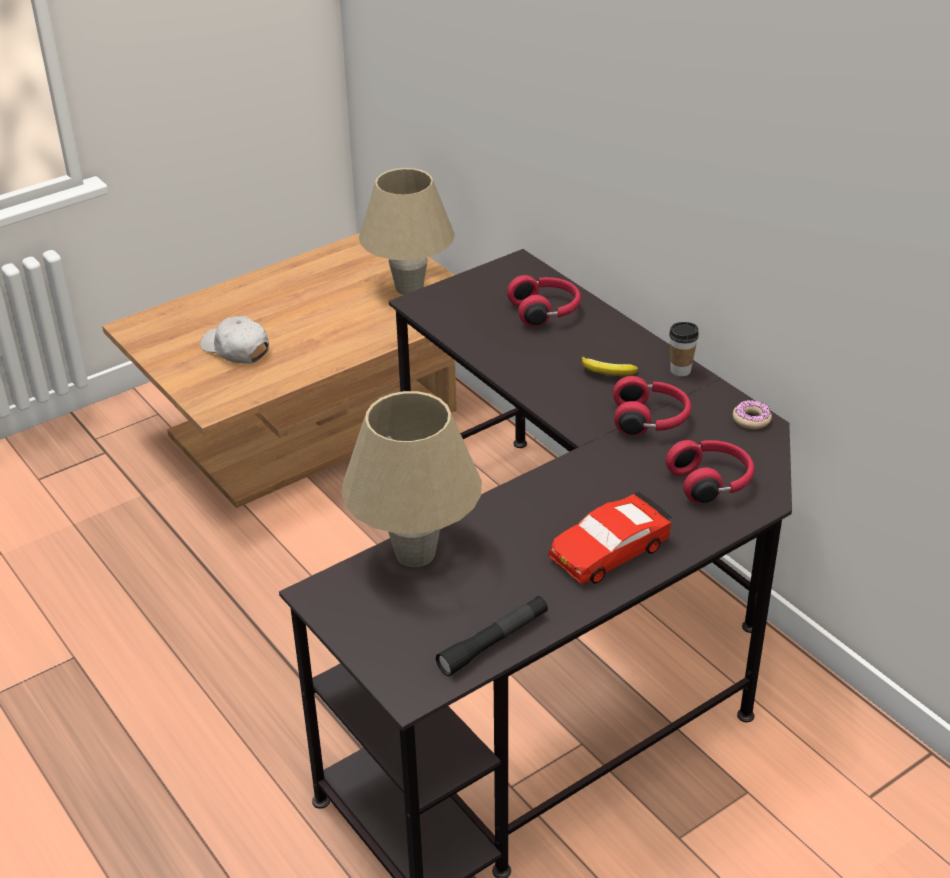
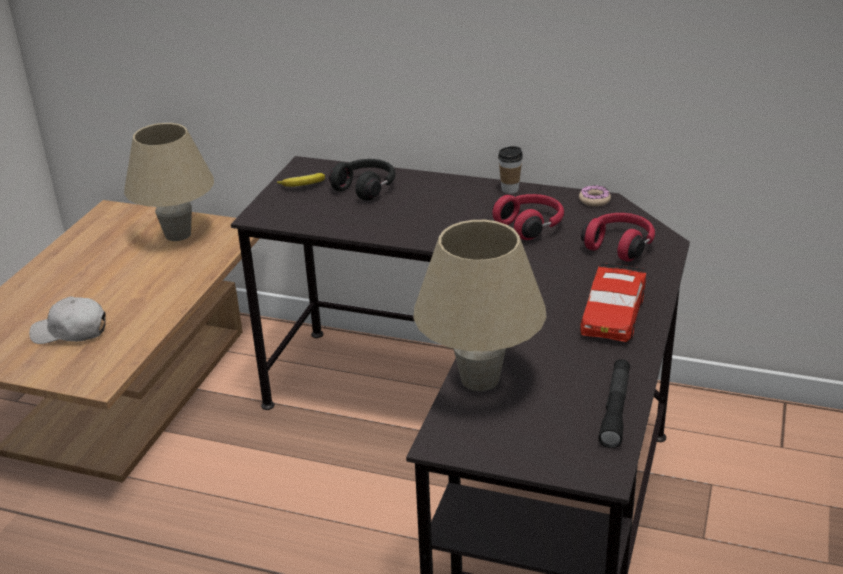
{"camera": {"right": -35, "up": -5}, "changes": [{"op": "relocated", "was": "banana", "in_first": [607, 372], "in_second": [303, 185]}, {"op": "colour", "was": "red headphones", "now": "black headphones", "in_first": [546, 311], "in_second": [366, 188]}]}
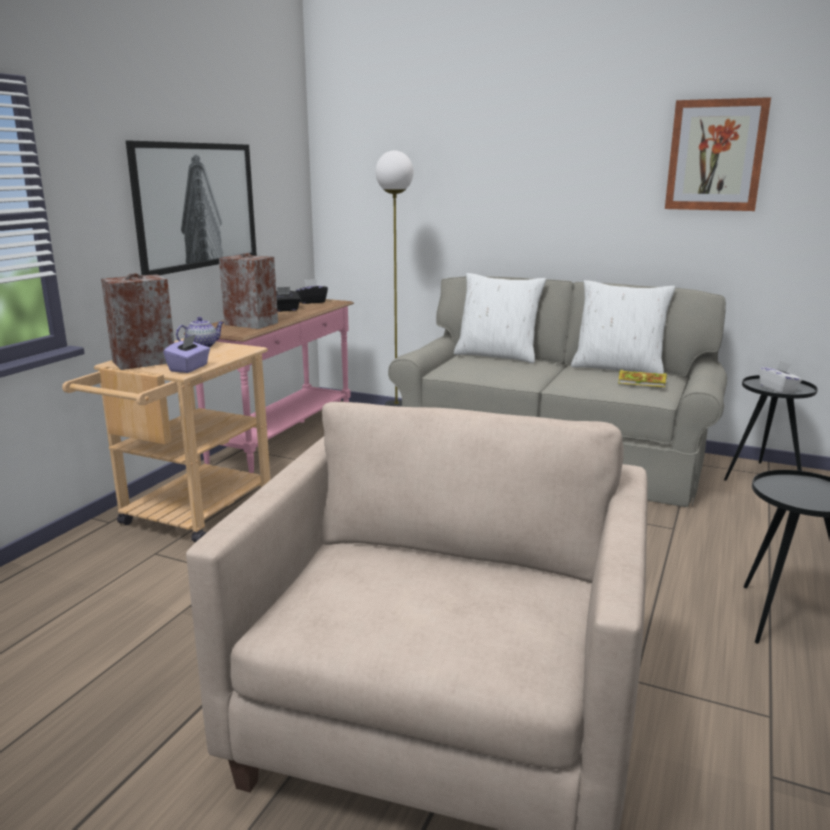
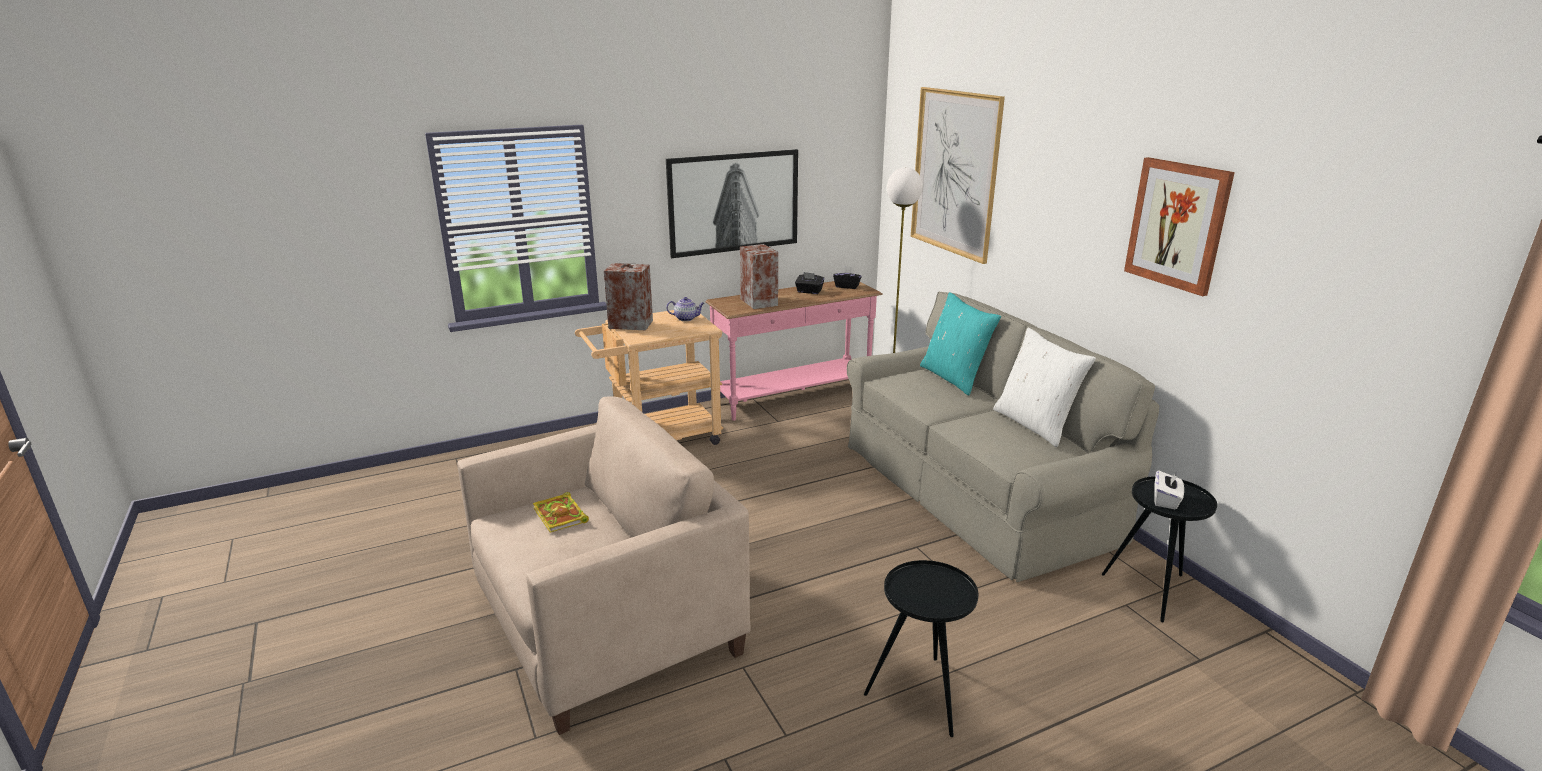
{"camera": {"right": 40, "up": 5}, "changes": [{"op": "relocated", "was": "book", "in_first": [643, 382], "in_second": [561, 516]}, {"op": "appeared", "now": "picture", "in_second": [954, 173]}, {"op": "colour", "was": "white pillow", "now": "turquoise pillow", "in_first": [497, 355], "in_second": [954, 378]}, {"op": "missing", "was": "purple tissue box", "in_first": [189, 368]}]}
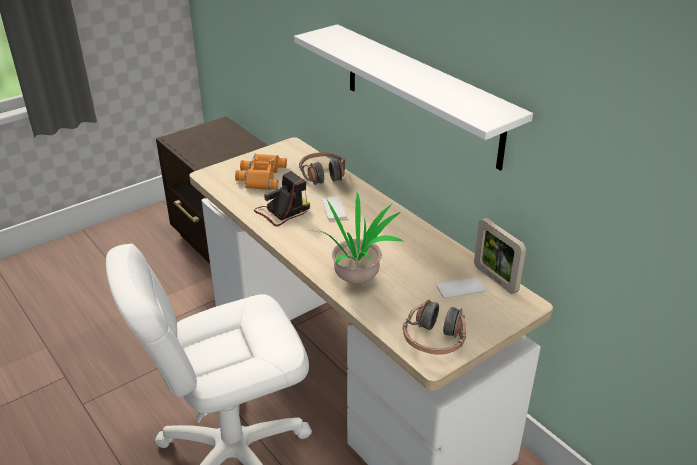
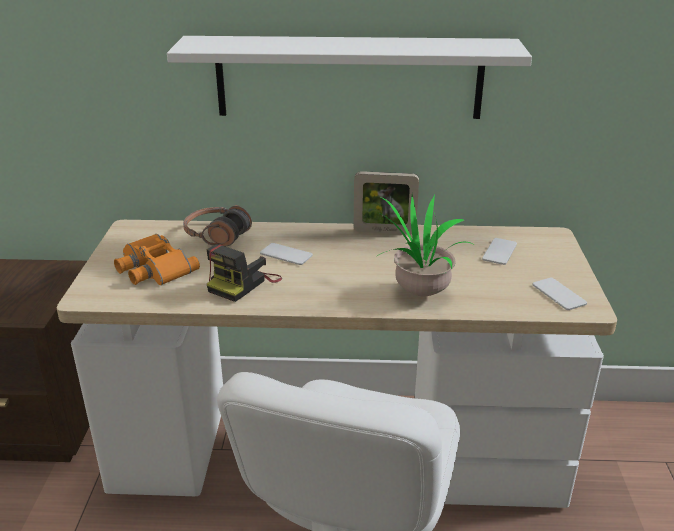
{"camera": {"right": -50, "up": -5}, "changes": [{"op": "spun", "was": "photo camera", "in_first": [282, 212], "in_second": [243, 283], "clockwise": -150}, {"op": "relocated", "was": "picture frame", "in_first": [495, 279], "in_second": [384, 231]}, {"op": "exchanged", "was": "headphones", "now": "phone", "in_first": [434, 339], "in_second": [559, 294]}]}
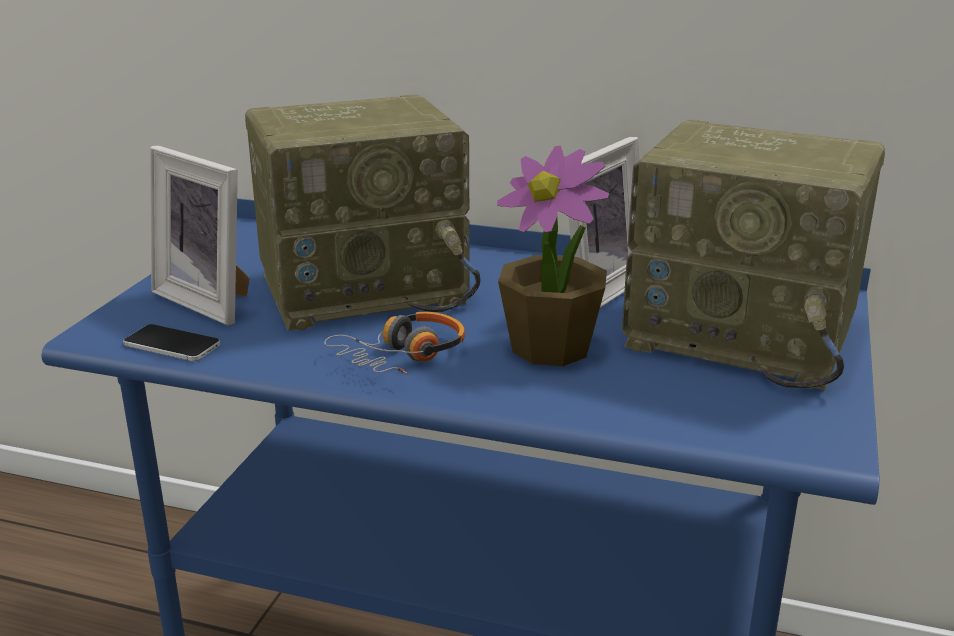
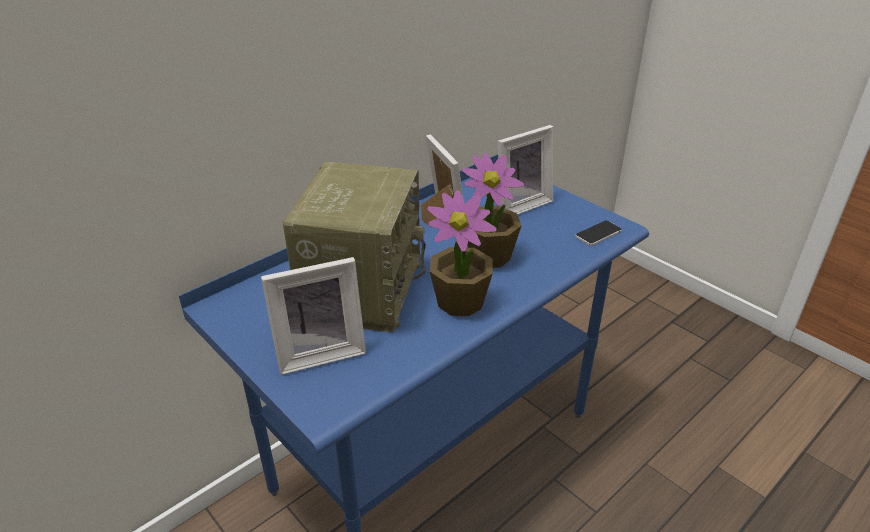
{"camera": {"right": -60, "up": 10}, "changes": [{"op": "exchanged", "was": "headphones", "now": "potted plant", "in_first": [403, 356], "in_second": [460, 302]}, {"op": "exchanged", "was": "radio", "now": "picture frame", "in_first": [745, 335], "in_second": [519, 205]}, {"op": "relocated", "was": "phone", "in_first": [172, 344], "in_second": [598, 234]}]}
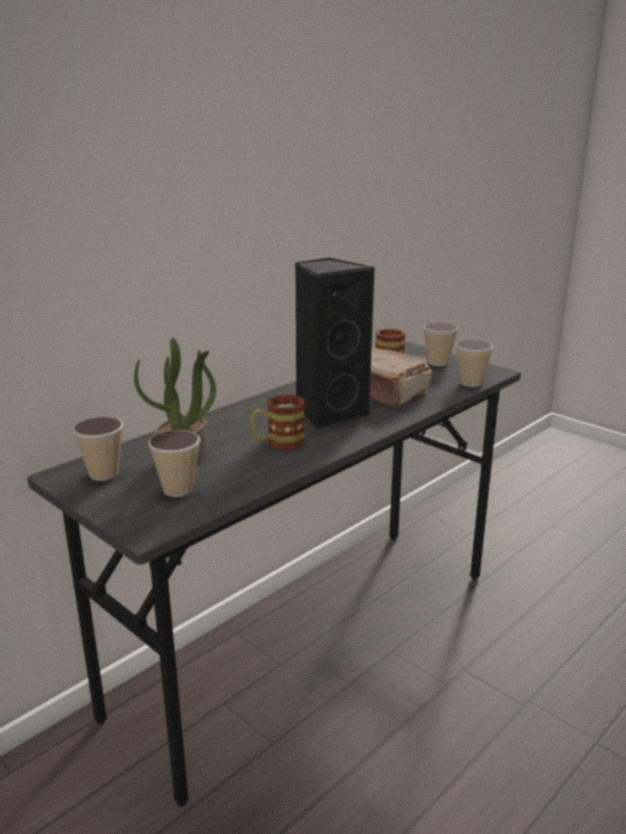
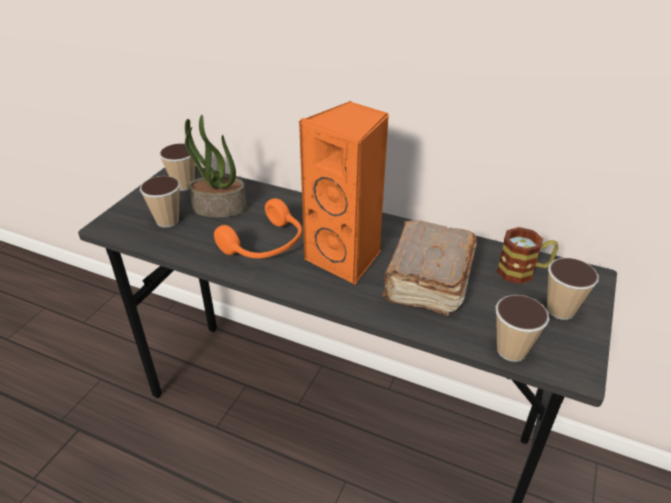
{"camera": {"right": 70, "up": 15}, "changes": [{"op": "exchanged", "was": "mug", "now": "orange headphones", "in_first": [278, 443], "in_second": [265, 245]}, {"op": "colour", "was": "black speaker", "now": "orange speaker", "in_first": [329, 413], "in_second": [346, 258]}]}
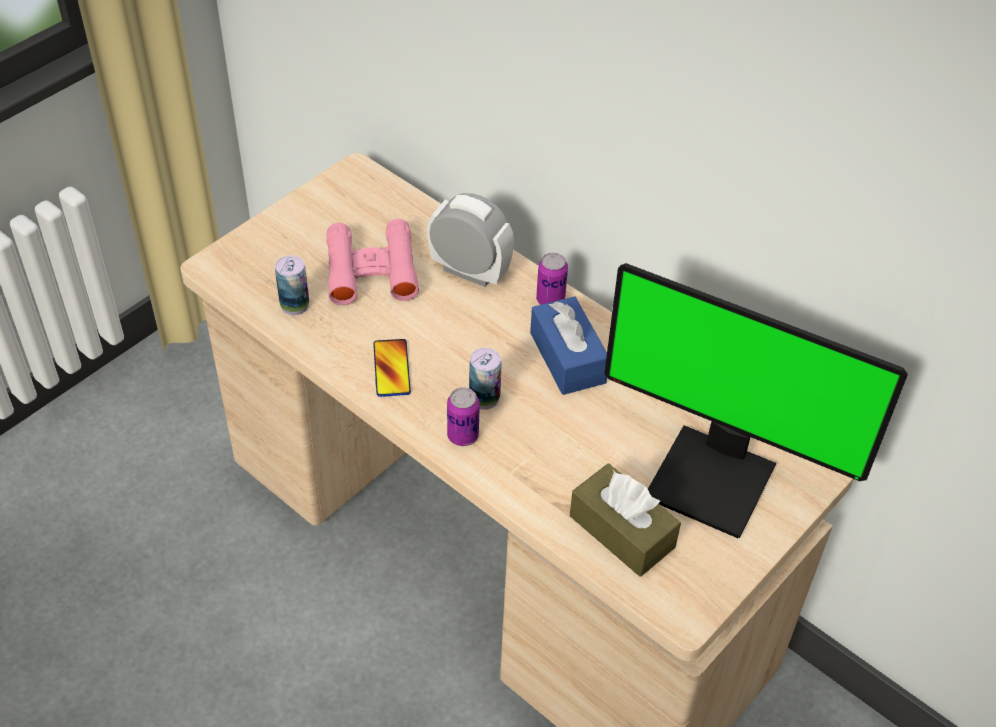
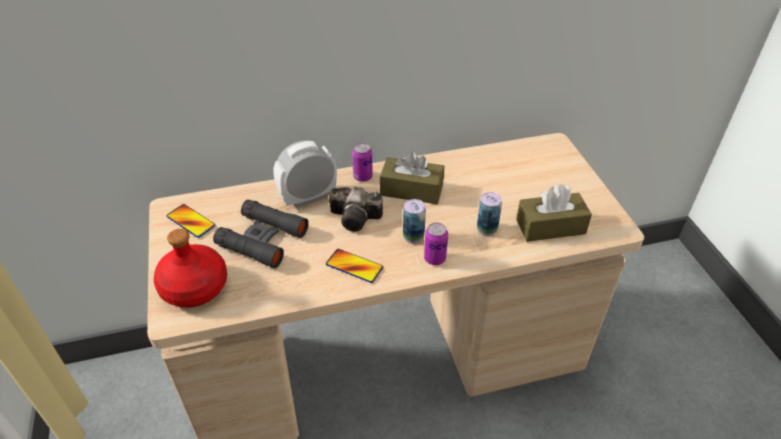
{"camera": {"right": -55, "up": -5}, "changes": [{"op": "appeared", "now": "red bottle", "in_second": [194, 288]}, {"op": "appeared", "now": "phone", "in_second": [191, 221]}, {"op": "colour", "was": "pink binoculars", "now": "black binoculars", "in_first": [371, 270], "in_second": [262, 239]}, {"op": "appeared", "now": "photo camera", "in_second": [357, 218]}, {"op": "colour", "was": "blue tissue box", "now": "brown tissue box", "in_first": [567, 358], "in_second": [411, 190]}, {"op": "relocated", "was": "can", "in_first": [294, 305], "in_second": [487, 229]}, {"op": "missing", "was": "monitor", "in_first": [714, 478]}]}
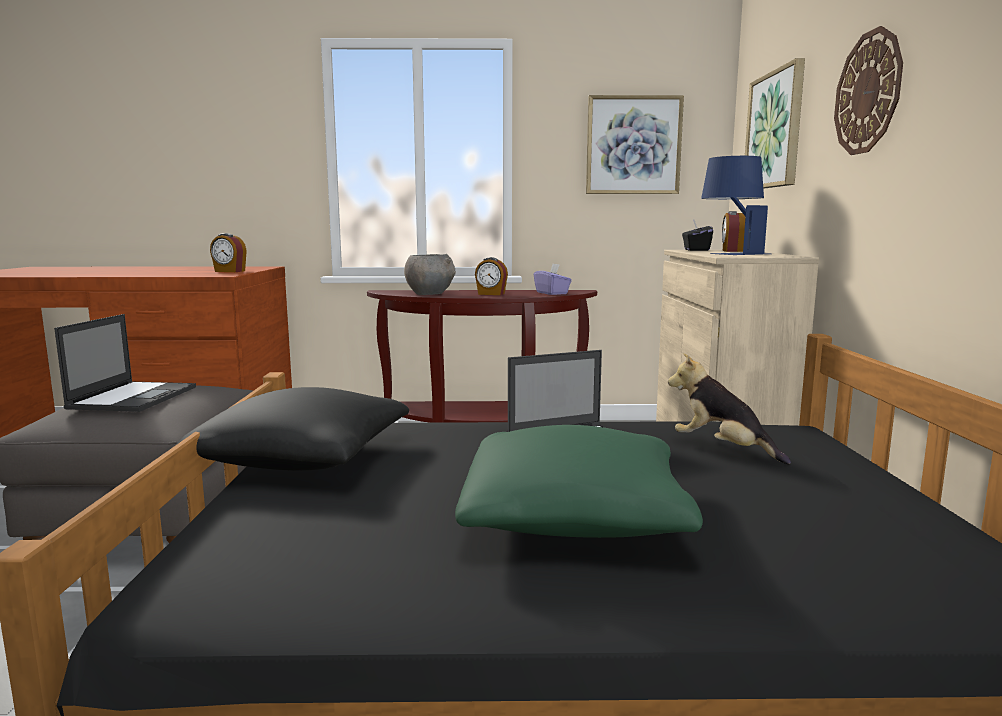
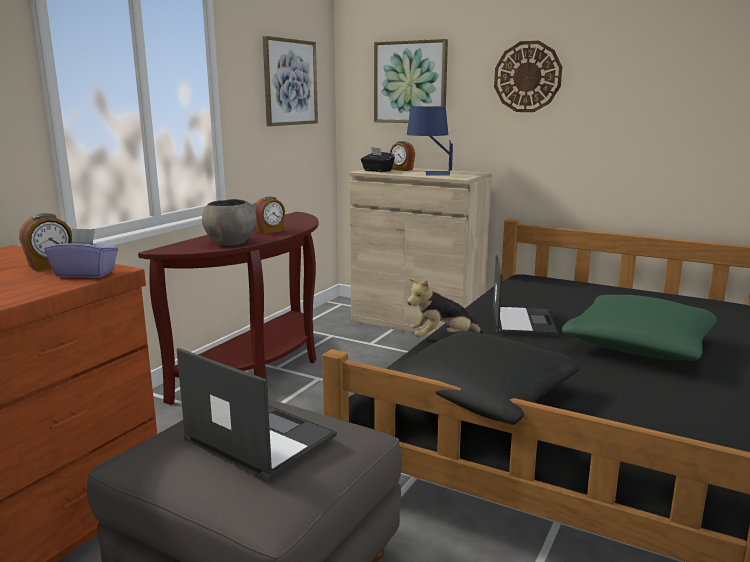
{"camera": {"right": -60, "up": 5}, "changes": [{"op": "relocated", "was": "purple tissue box", "in_first": [552, 293], "in_second": [85, 274]}, {"op": "relocated", "was": "plush toy", "in_first": [722, 449], "in_second": [442, 338]}]}
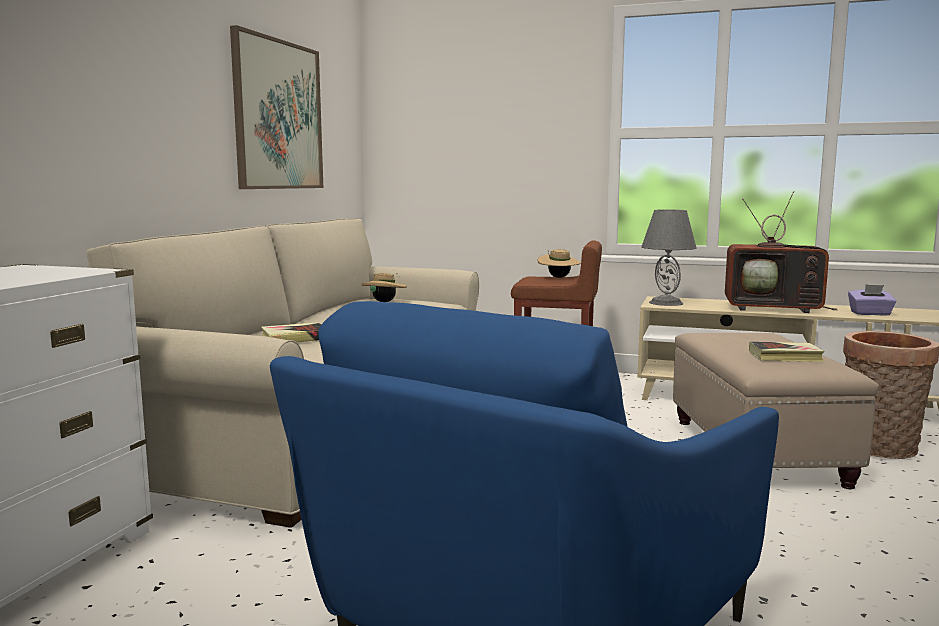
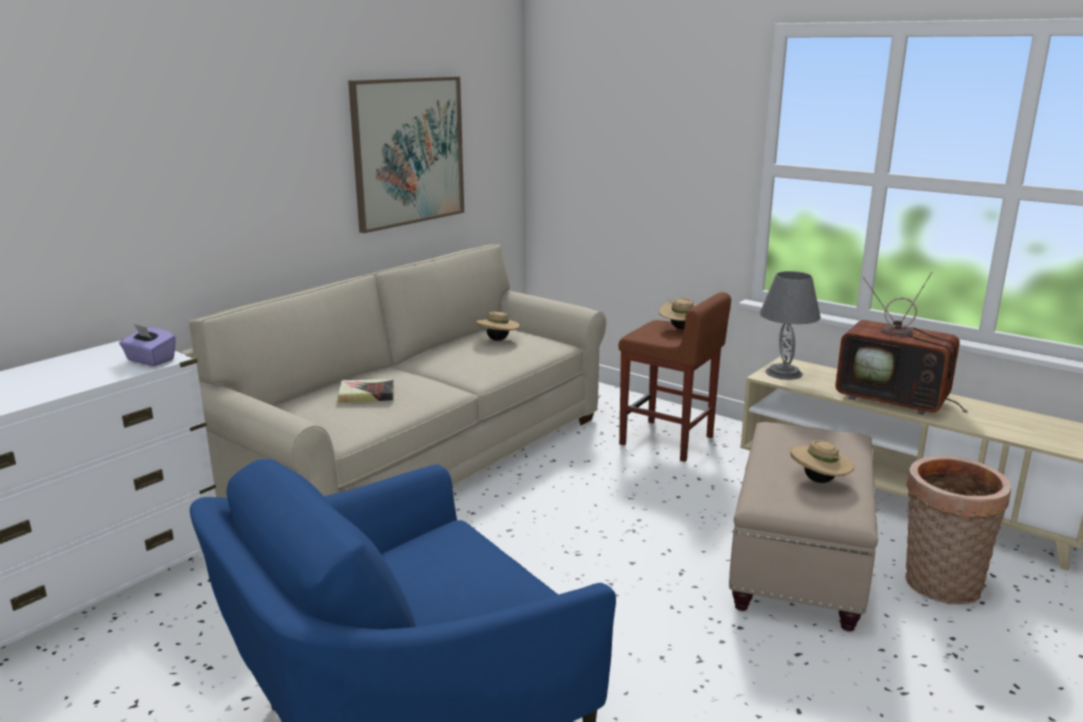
{"camera": {"right": 20, "up": 10}, "changes": [{"op": "relocated", "was": "purple tissue box", "in_first": [870, 313], "in_second": [150, 360]}, {"op": "exchanged", "was": "book", "now": "beige hat", "in_first": [785, 357], "in_second": [819, 481]}]}
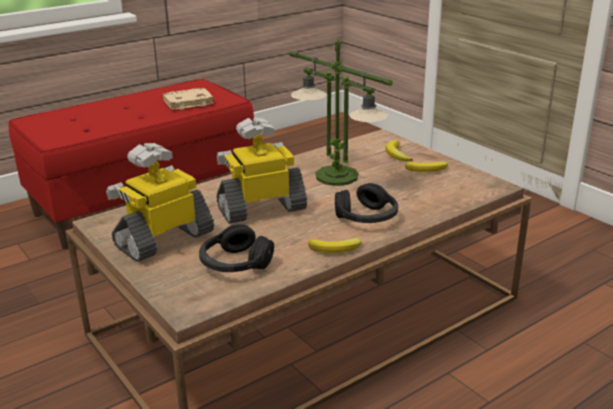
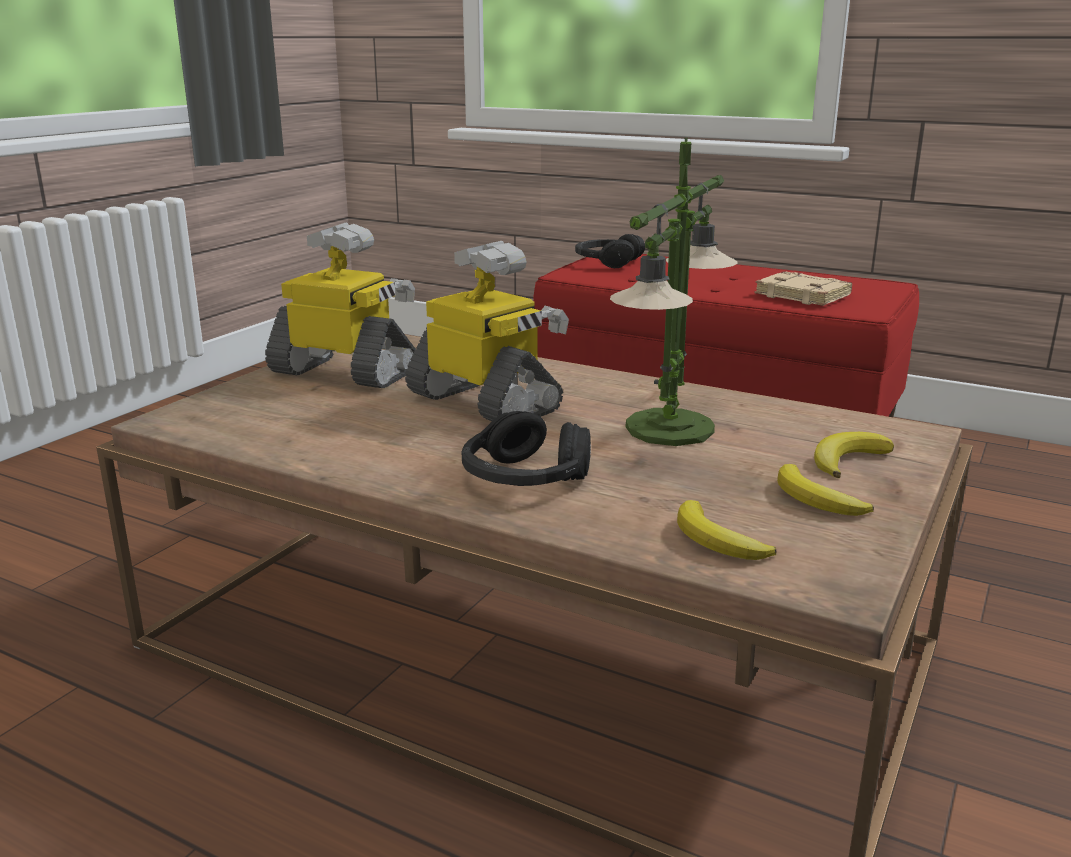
{"camera": {"right": 65, "up": -5}, "changes": [{"op": "relocated", "was": "black headphones", "in_first": [235, 264], "in_second": [607, 262]}, {"op": "relocated", "was": "banana", "in_first": [337, 248], "in_second": [717, 541]}]}
